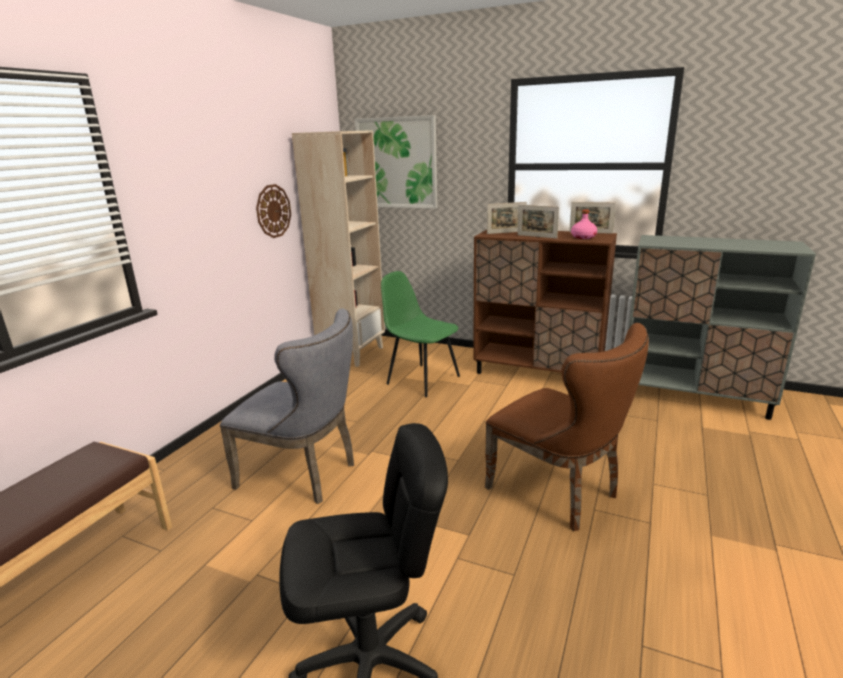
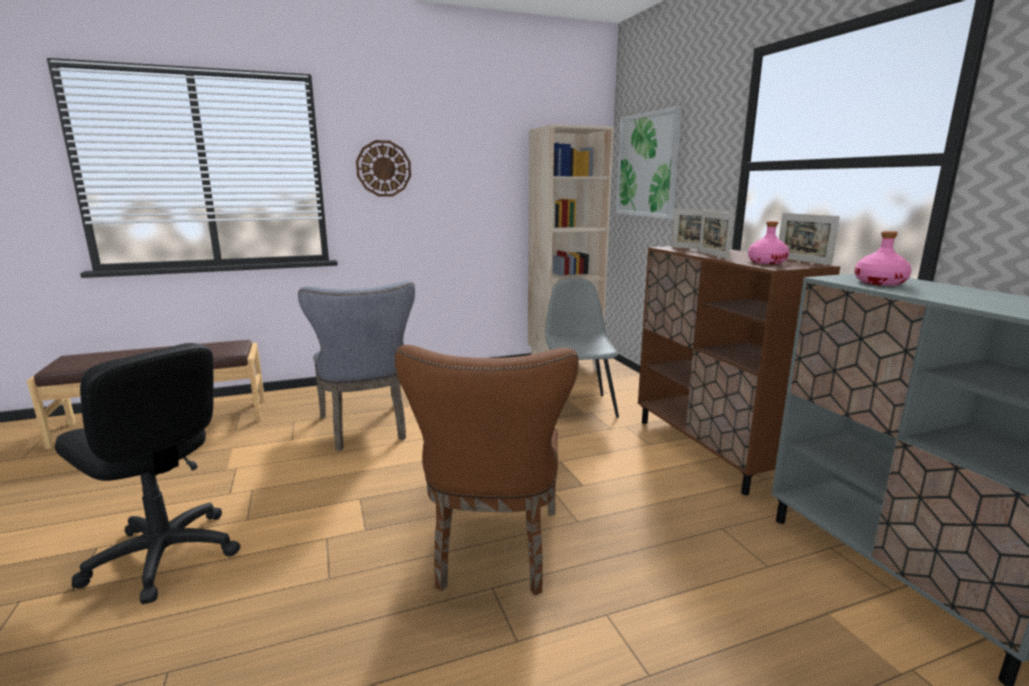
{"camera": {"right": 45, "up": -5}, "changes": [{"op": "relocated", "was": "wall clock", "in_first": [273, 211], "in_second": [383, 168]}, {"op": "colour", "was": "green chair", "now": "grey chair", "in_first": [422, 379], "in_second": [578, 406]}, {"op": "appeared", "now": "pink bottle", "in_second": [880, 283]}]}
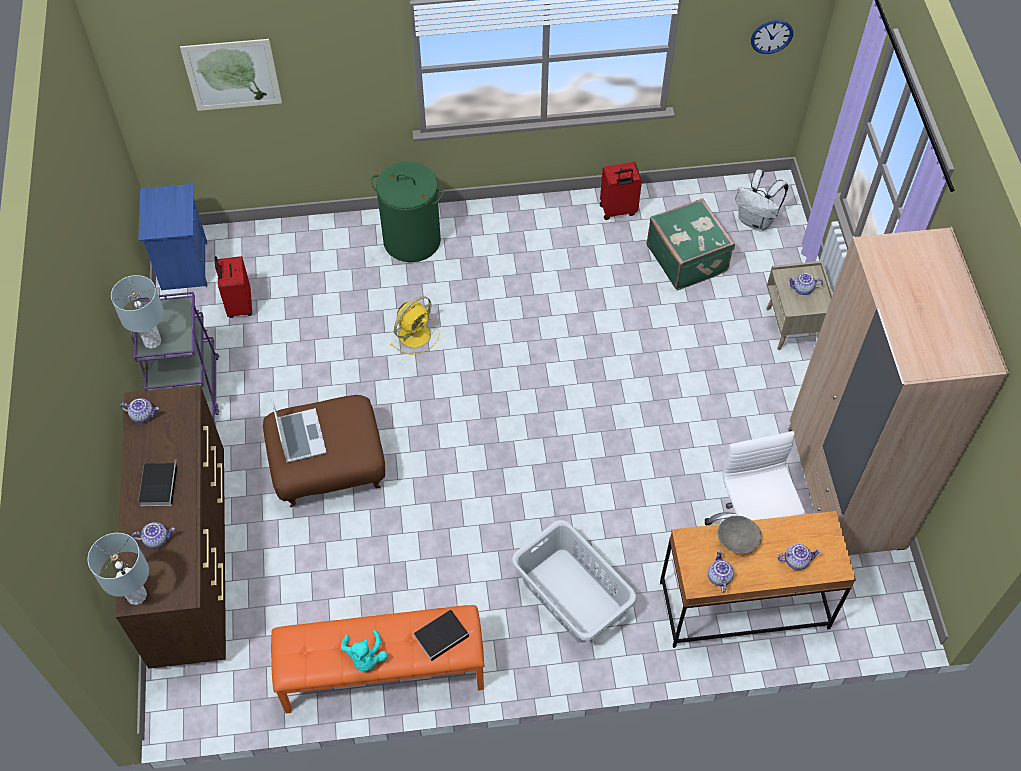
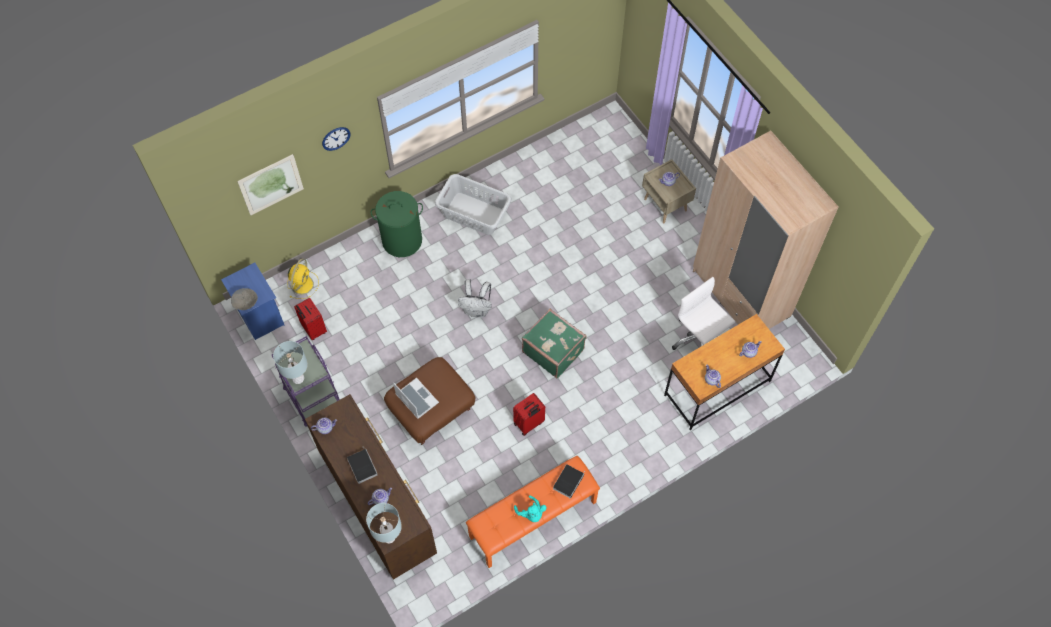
{"camera": {"right": -25, "up": 5}, "changes": [{"op": "relocated", "was": "grey bowl", "in_first": [737, 540], "in_second": [246, 303]}, {"op": "relocated", "was": "yellow fan", "in_first": [415, 334], "in_second": [303, 284]}, {"op": "relocated", "was": "wall clock", "in_first": [771, 36], "in_second": [336, 138]}, {"op": "relocated", "was": "grey laundry basket", "in_first": [572, 594], "in_second": [474, 213]}, {"op": "relocated", "was": "white backpack", "in_first": [756, 221], "in_second": [477, 310]}, {"op": "relocated", "was": "red suitcase", "in_first": [618, 210], "in_second": [529, 423]}, {"op": "relocated", "was": "green suitcase", "in_first": [687, 258], "in_second": [553, 350]}]}
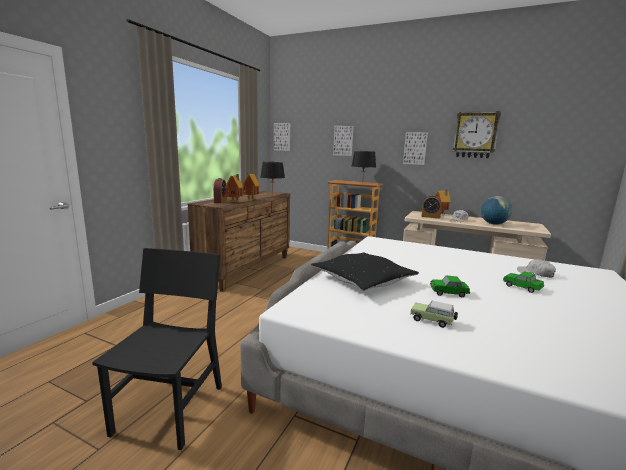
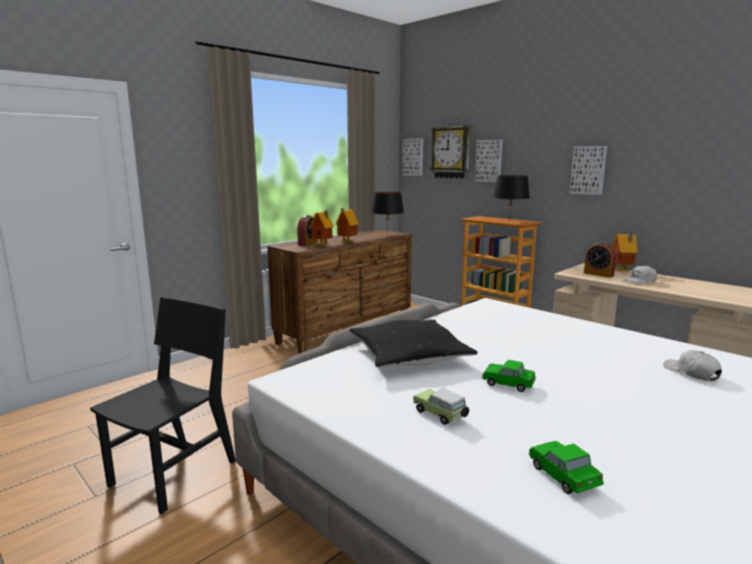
{"camera": {"right": 20, "up": 0}, "changes": [{"op": "relocated", "was": "wall clock", "in_first": [475, 135], "in_second": [451, 152]}, {"op": "relocated", "was": "toy car", "in_first": [522, 287], "in_second": [563, 476]}, {"op": "missing", "was": "globe", "in_first": [493, 224]}]}
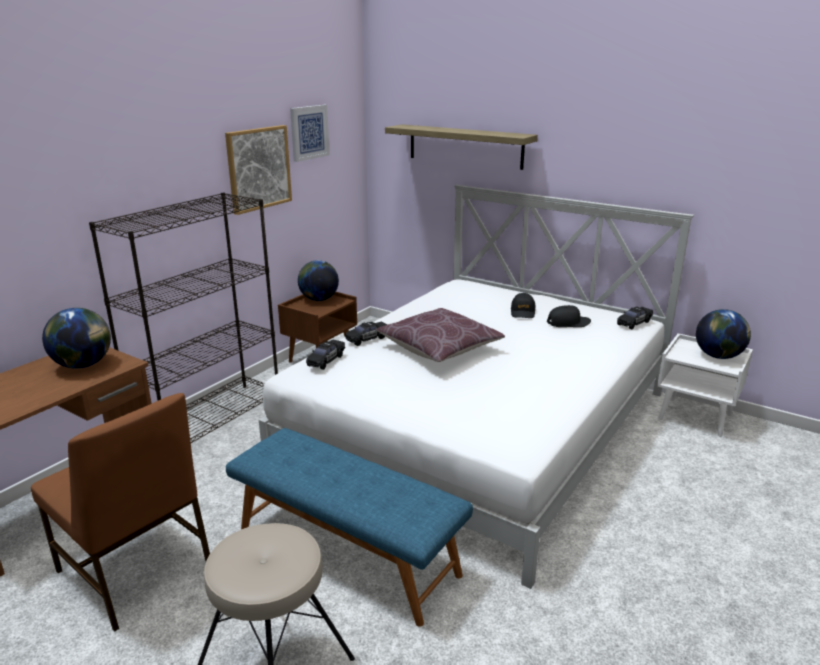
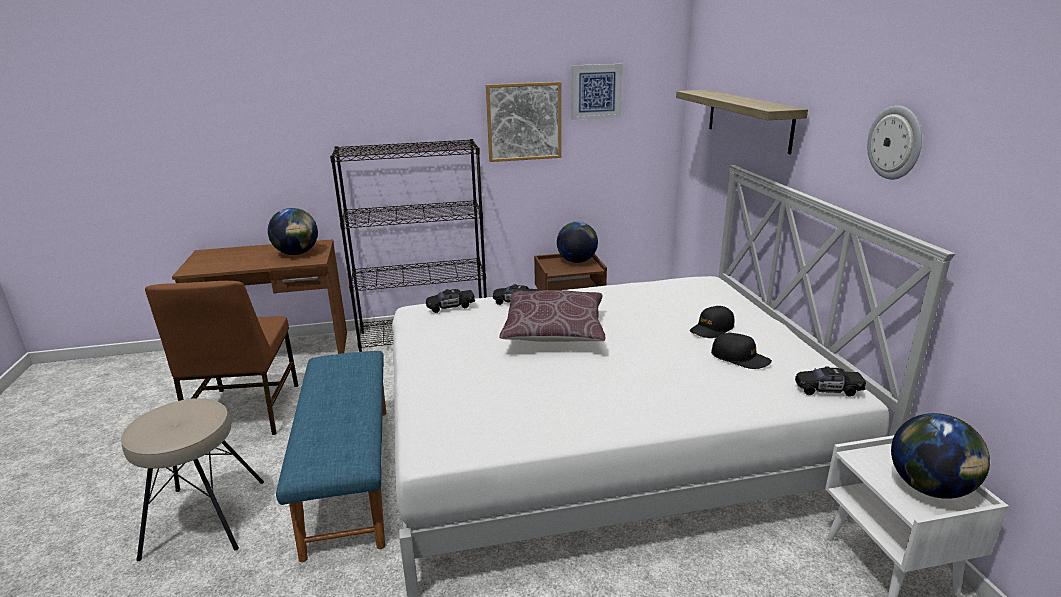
{"camera": {"right": 45, "up": 0}, "changes": [{"op": "appeared", "now": "wall clock", "in_second": [895, 142]}]}
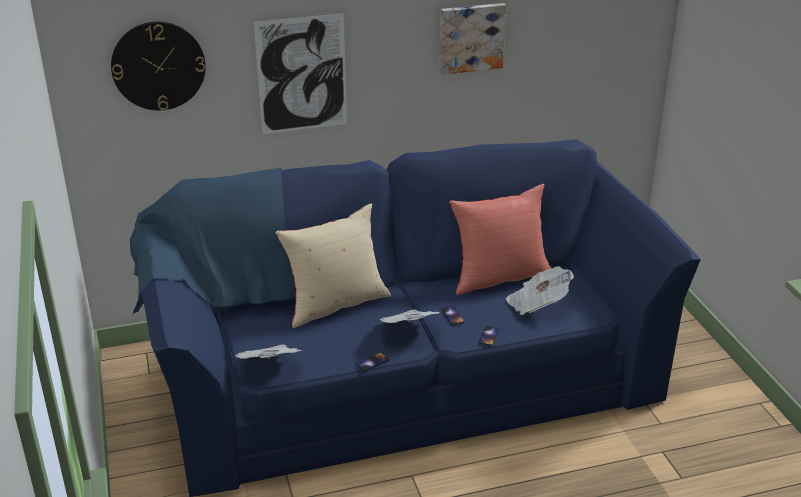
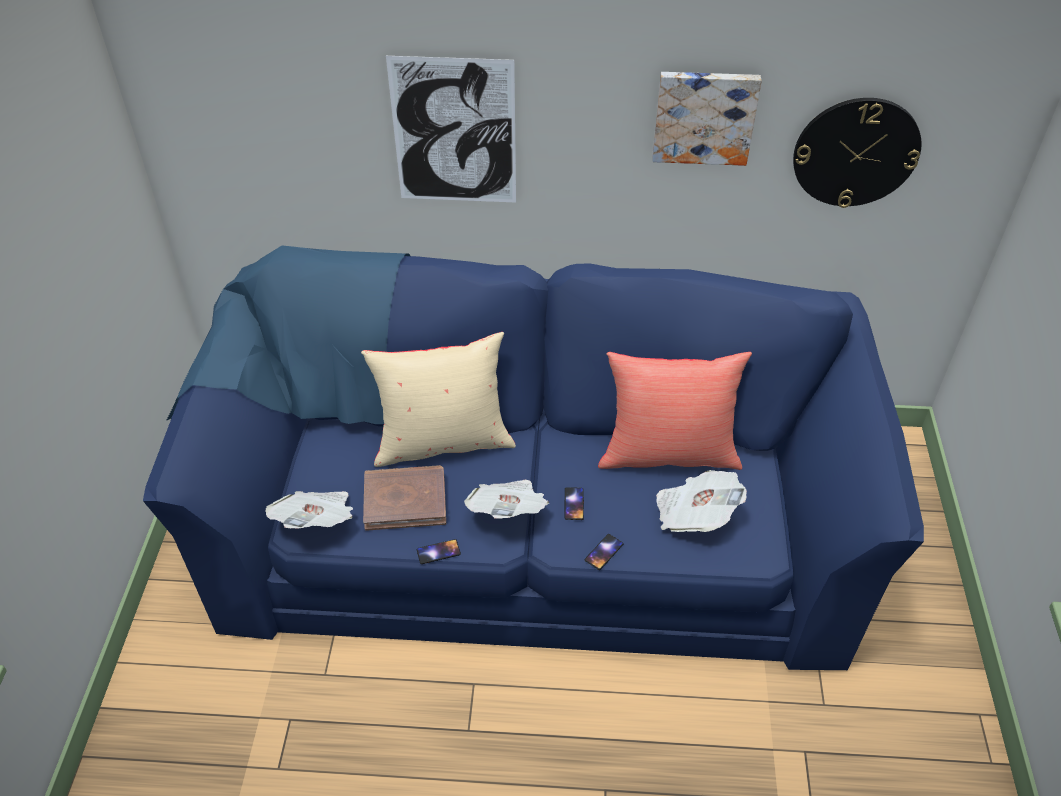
{"camera": {"right": 20, "up": 15}, "changes": [{"op": "appeared", "now": "brown book", "in_second": [405, 500]}, {"op": "relocated", "was": "wall clock", "in_first": [158, 66], "in_second": [856, 152]}]}
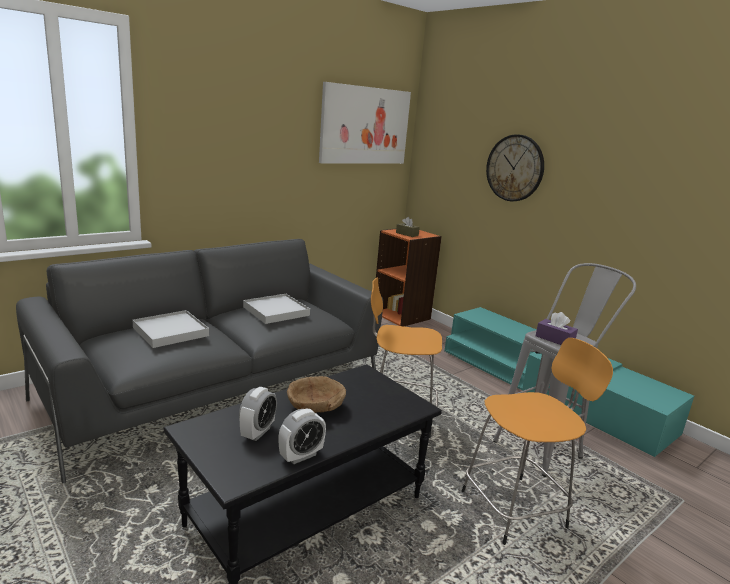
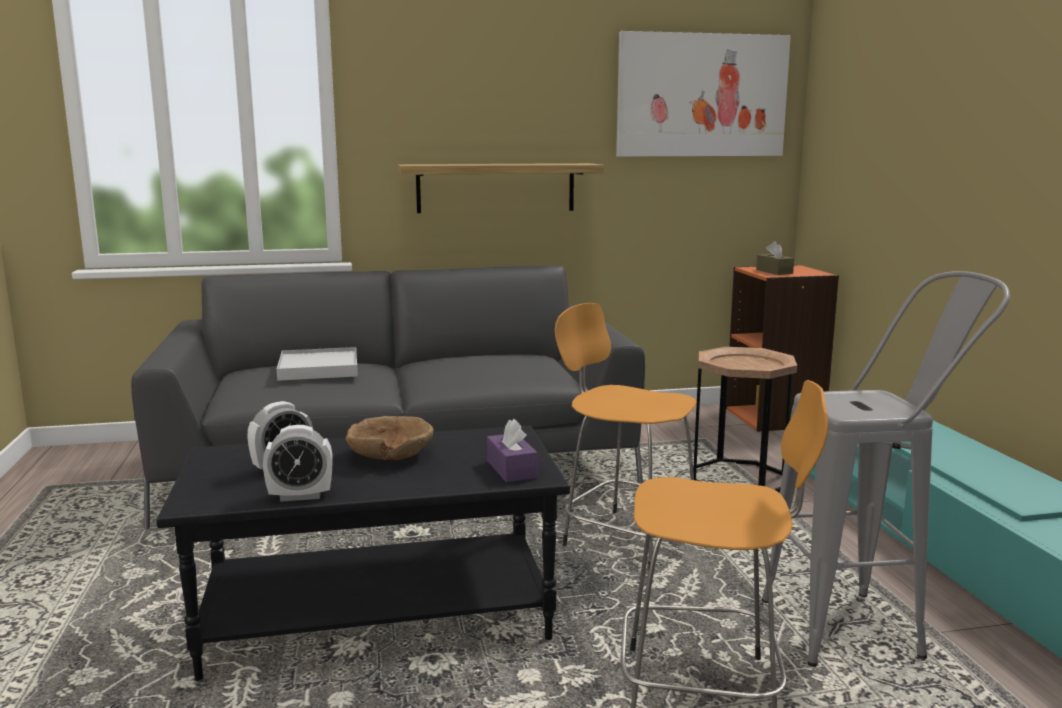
{"camera": {"right": 30, "up": -5}, "changes": [{"op": "appeared", "now": "shelf", "in_second": [496, 188]}, {"op": "relocated", "was": "purple tissue box", "in_first": [554, 339], "in_second": [511, 469]}, {"op": "appeared", "now": "brown side table", "in_second": [739, 478]}, {"op": "missing", "was": "white tray", "in_first": [276, 311]}, {"op": "missing", "was": "wall clock", "in_first": [515, 168]}]}
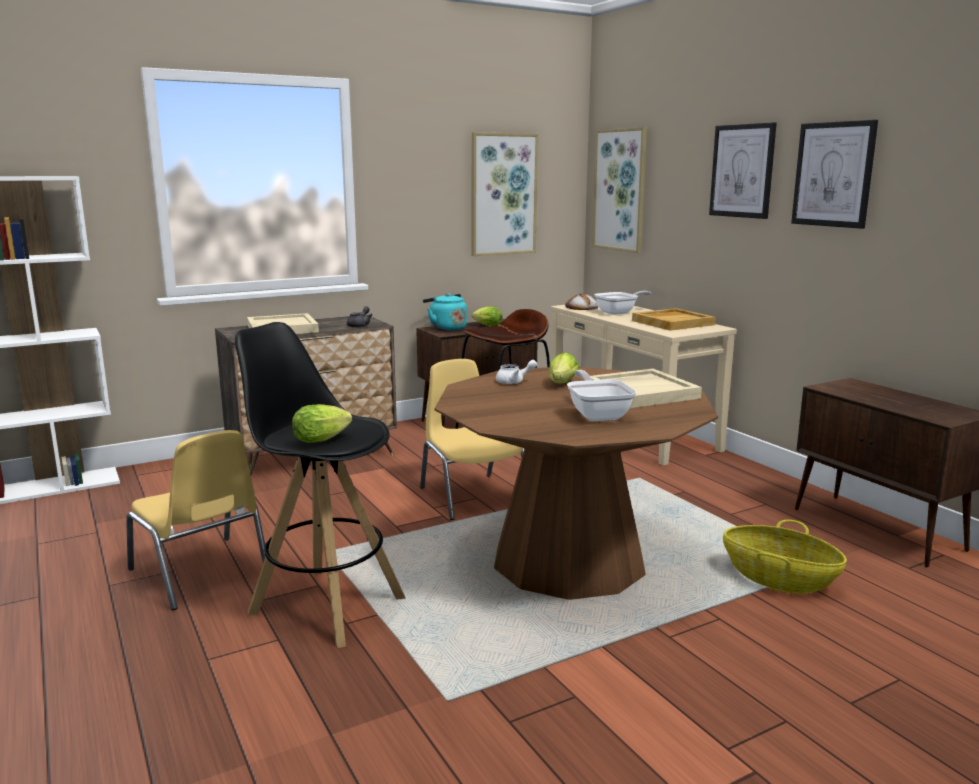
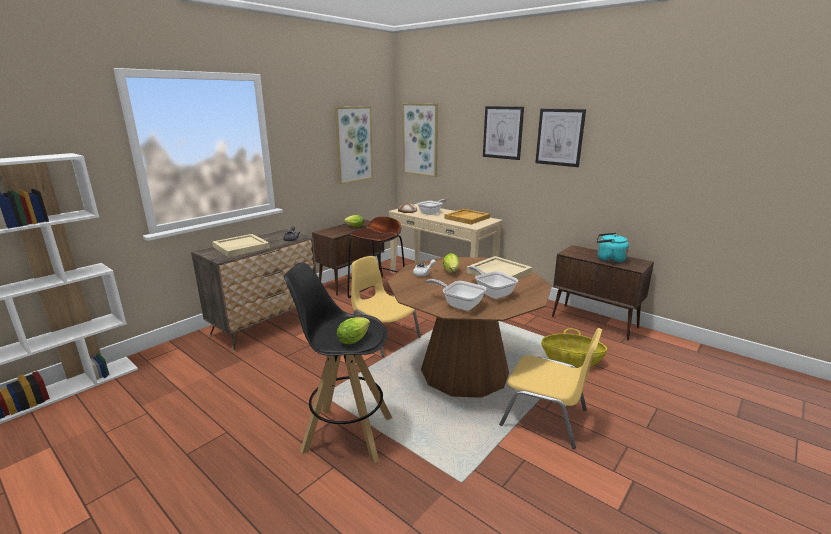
{"camera": {"right": -20, "up": 5}, "changes": [{"op": "appeared", "now": "frying pan", "in_second": [459, 304]}, {"op": "relocated", "was": "yellow chair", "in_first": [201, 573], "in_second": [545, 417]}, {"op": "relocated", "was": "turquoise kettle", "in_first": [446, 328], "in_second": [608, 259]}]}
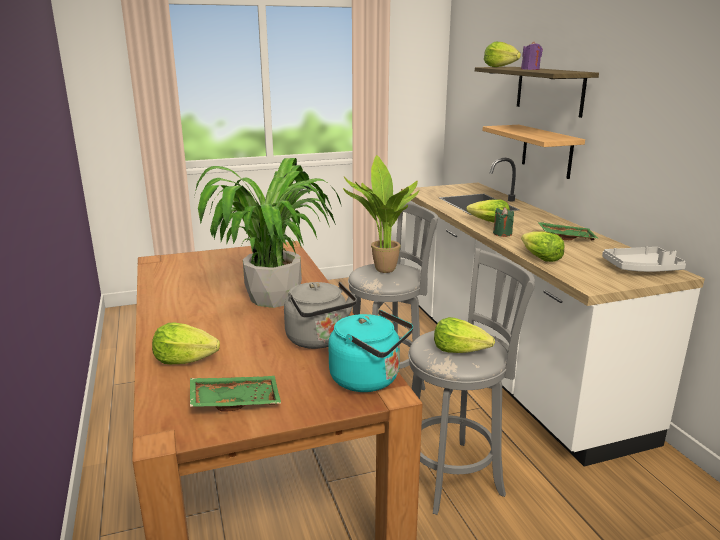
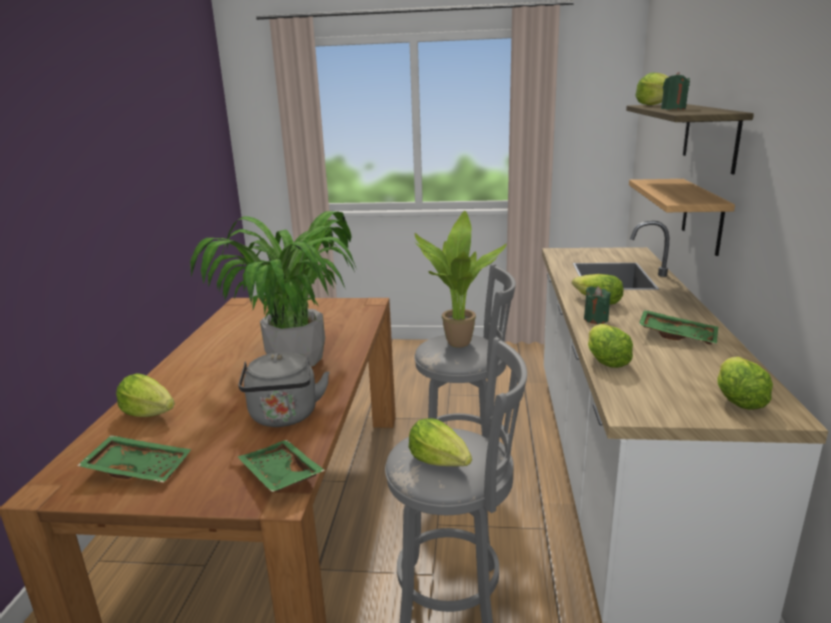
{"camera": {"right": 25, "up": 0}, "changes": [{"op": "exchanged", "was": "turquoise kettle", "now": "green tray", "in_first": [369, 379], "in_second": [279, 476]}, {"op": "colour", "was": "purple candle", "now": "green candle", "in_first": [530, 69], "in_second": [673, 109]}, {"op": "exchanged", "was": "grey tray", "now": "lettuce", "in_first": [641, 268], "in_second": [737, 398]}]}
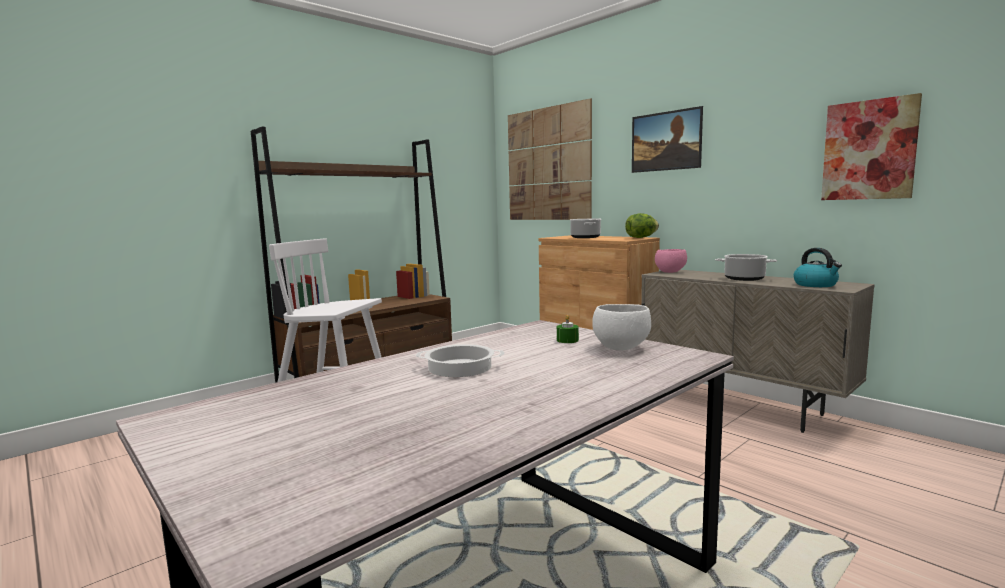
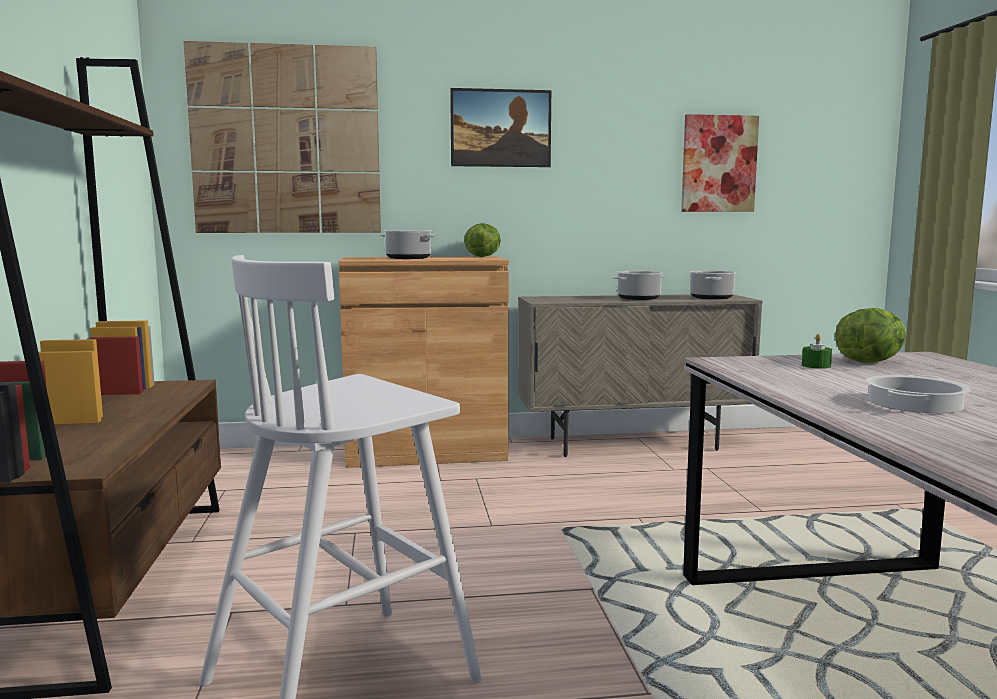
{"camera": {"right": -55, "up": 0}, "changes": [{"op": "exchanged", "was": "kettle", "now": "cooking pot", "in_first": [816, 285], "in_second": [711, 297]}, {"op": "exchanged", "was": "white bowl", "now": "lettuce", "in_first": [620, 347], "in_second": [870, 361]}, {"op": "missing", "was": "pink bowl", "in_first": [669, 272]}]}
